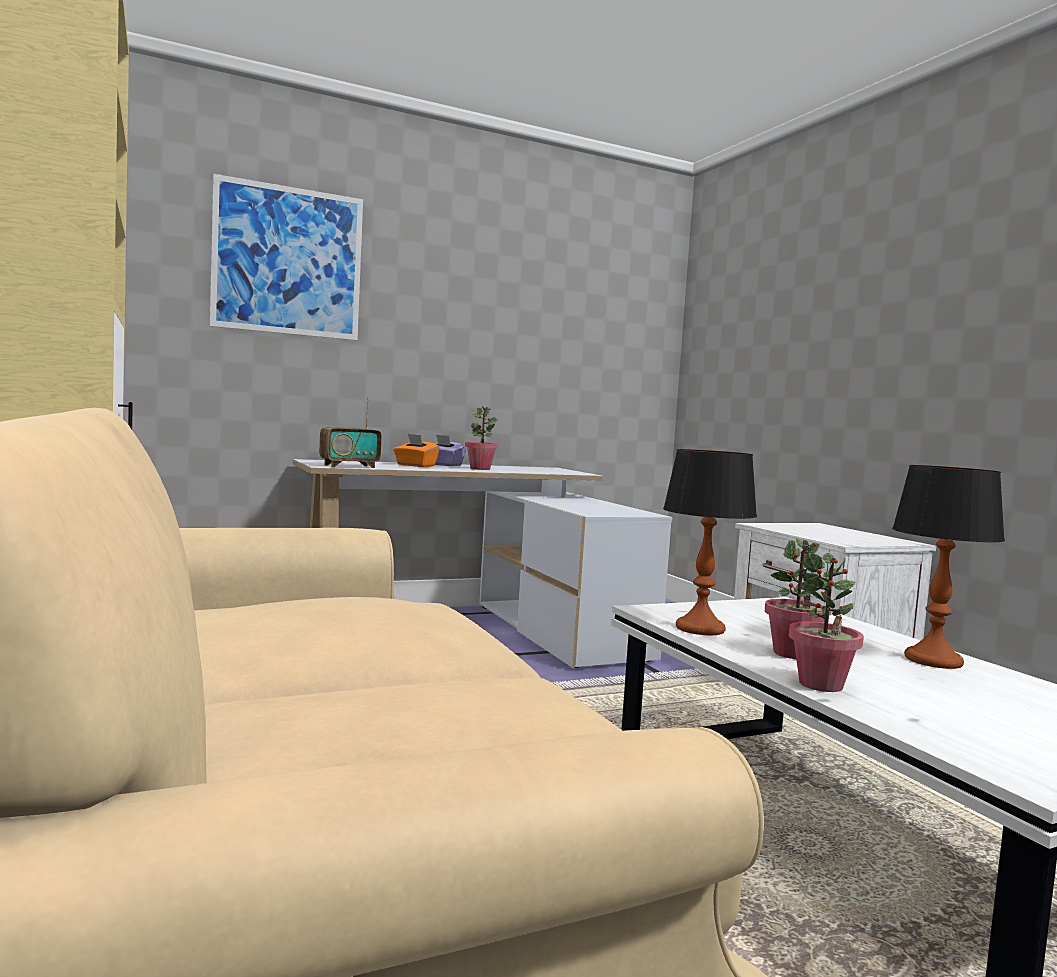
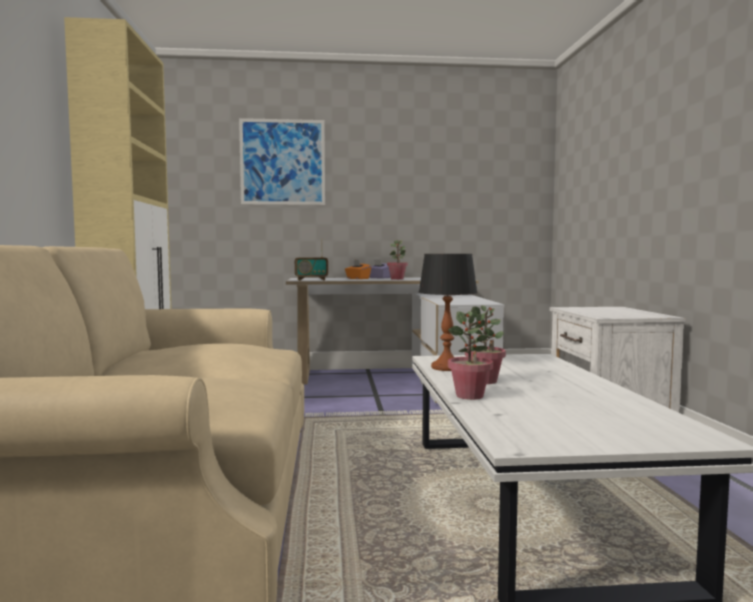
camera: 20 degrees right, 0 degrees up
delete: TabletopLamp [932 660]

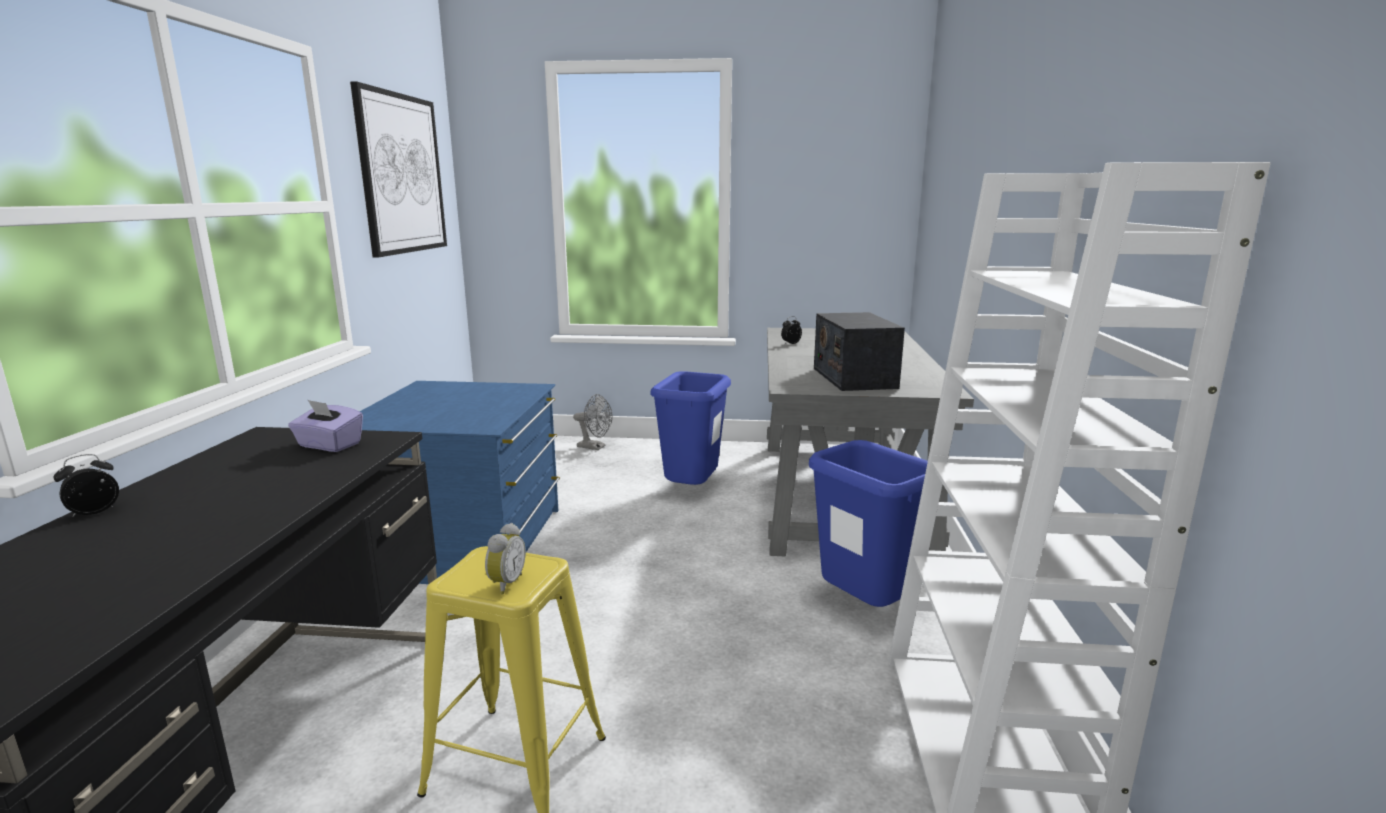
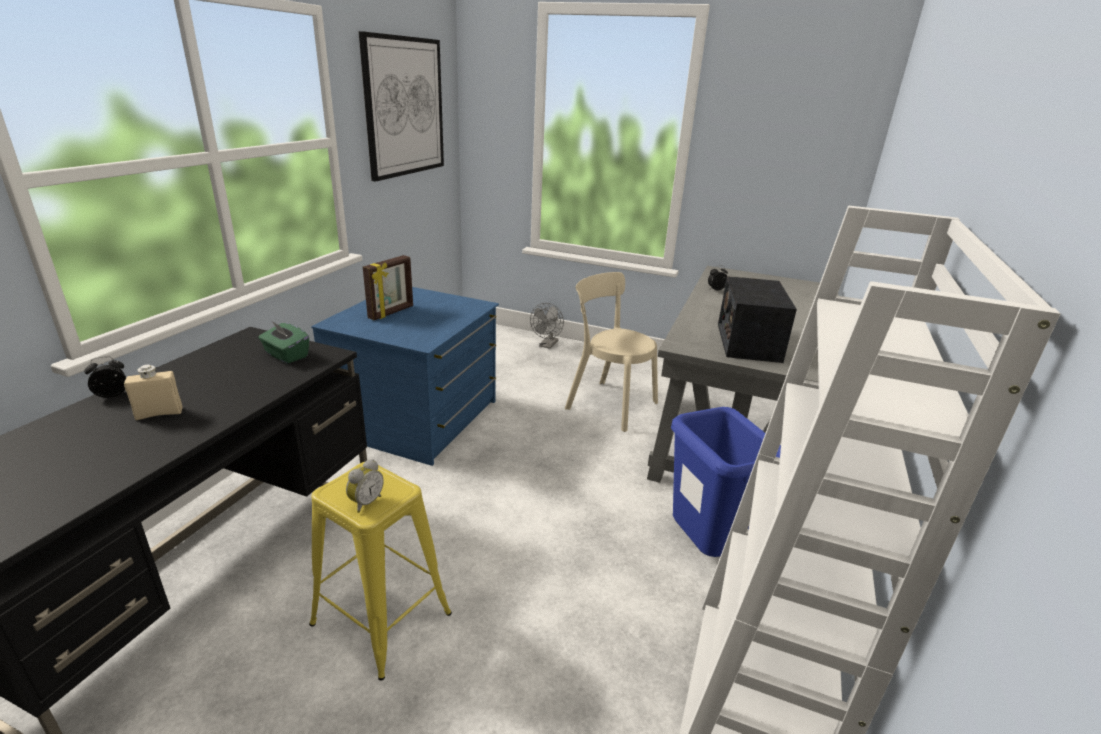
camera: 15 degrees right, 10 degrees up
insert: BeigeBottle [159 414]; StandingFrame [391 312]
replace: BlueColouredRubbishBin [691 492] to BeigeUprightChair [607 404]
recolor: PurpleBoxOfTissues [329 445] to GreenBoxOfTissues [286 355]
rotate: GreyCoolingFan [595 447] = [547 345] 75 degrees clockwise

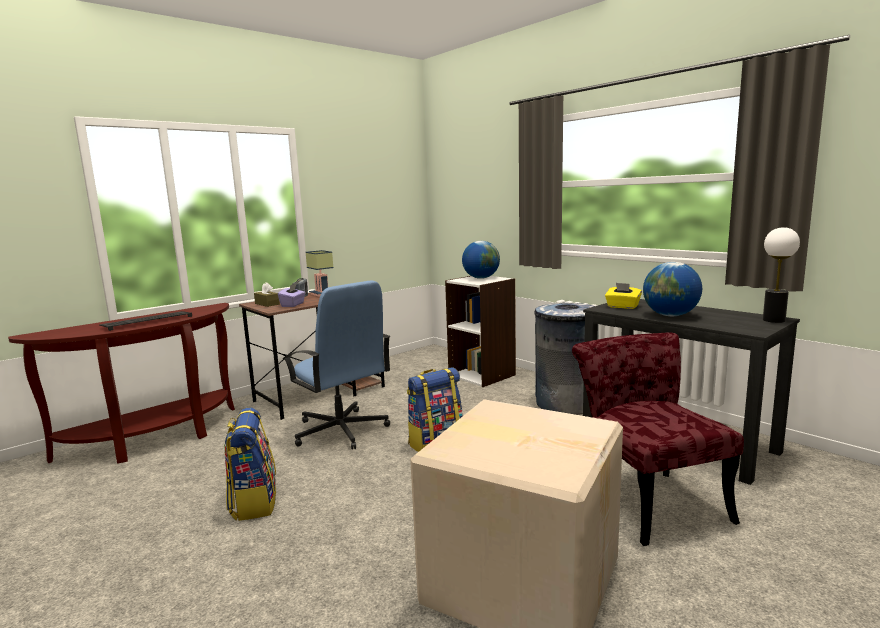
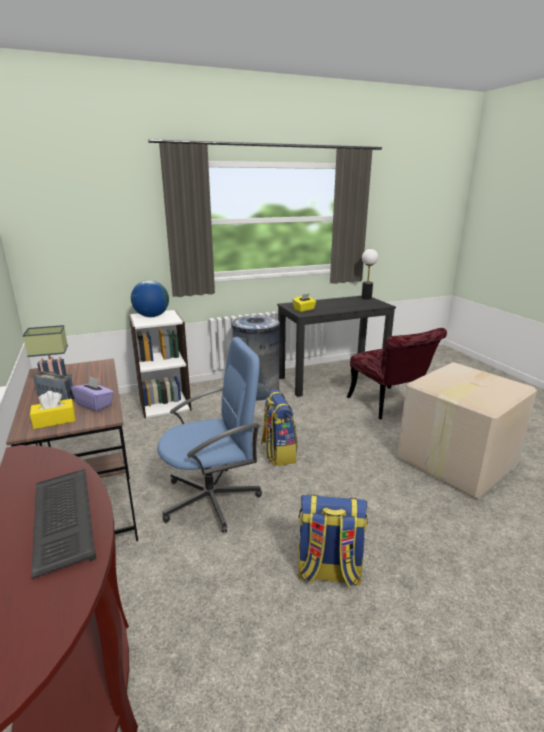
camera: 70 degrees left, 10 degrees up
delete: DeskGlobe [670 315]
recolor: BrownBoxOfTissues [267 304] to YellowishBoxOfTissues [54 420]
rotate: RedColouredUprightChair [648 498] = [389 406] 120 degrees counterclockwise

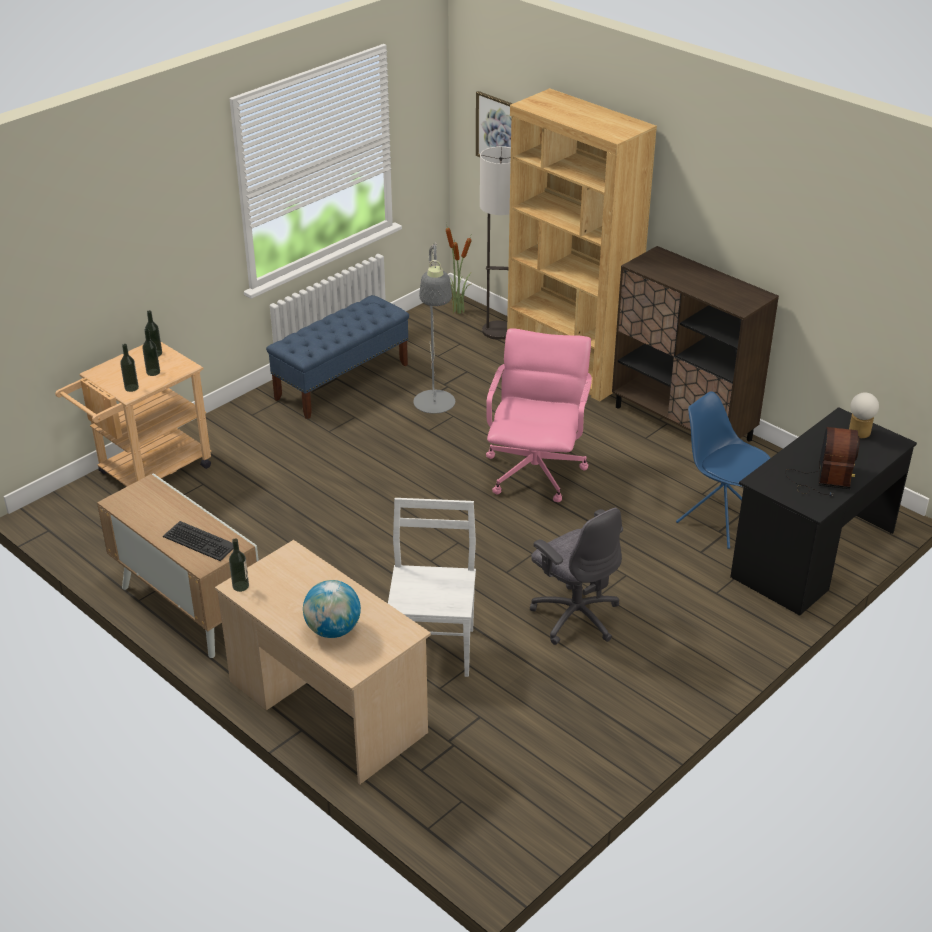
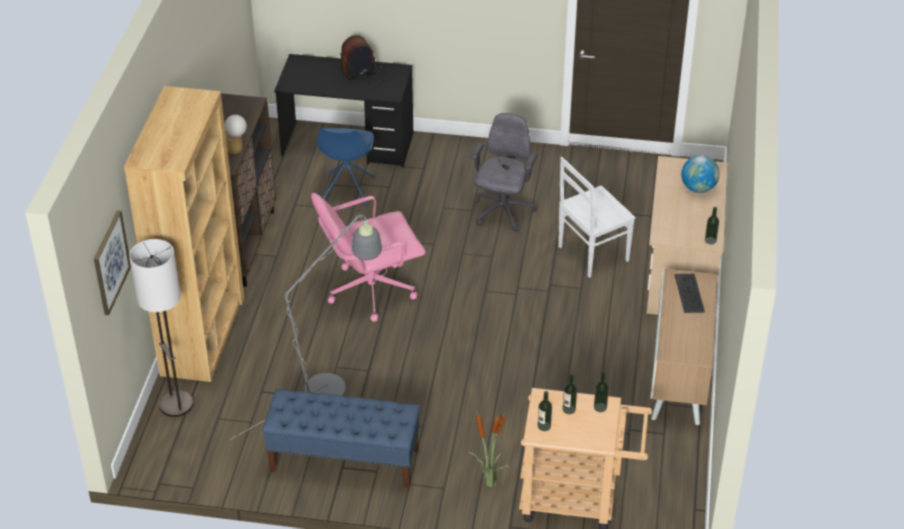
camera: 125 degrees left, 5 degrees up
move: PottedPlant [457 311] to [489 484]; TabletopLamp [858 434] to [237 148]

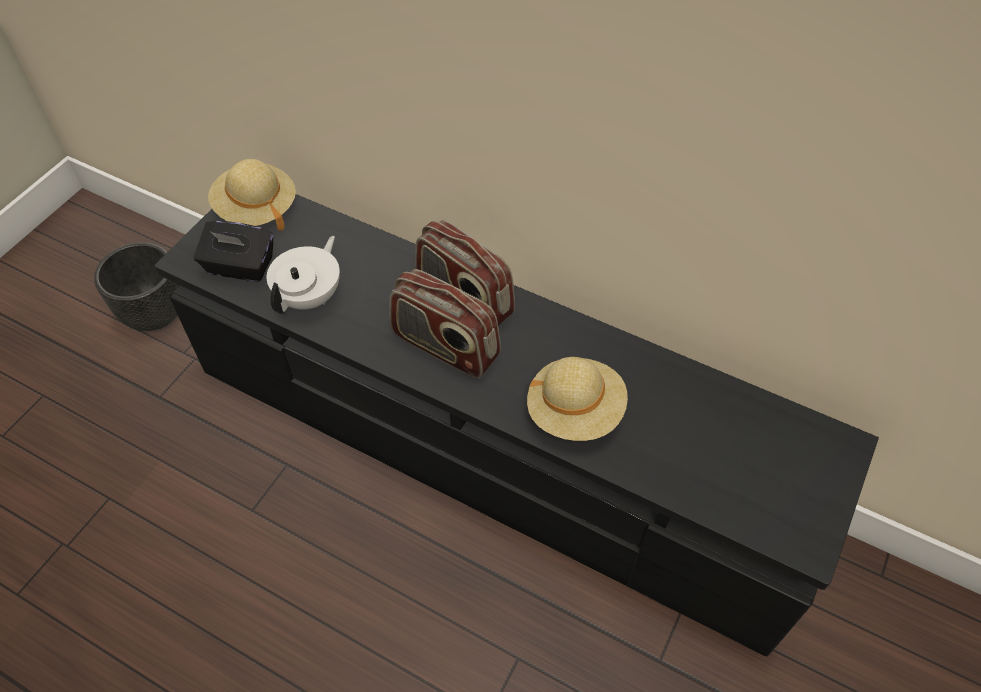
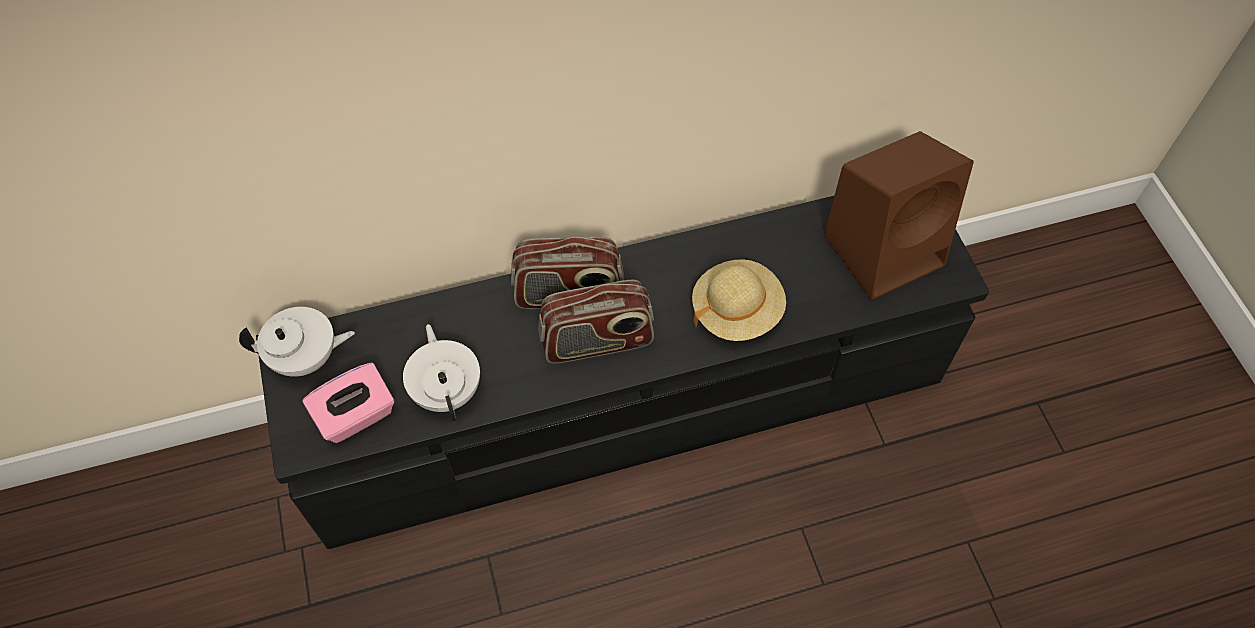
camera: 45 degrees left, 5 degrees up
delete: BlackPlantPot [155 313]
insert: BrownLoudspeaker [885 248]
replace: BeigeHat [256 209] to WhitePotForTea [306 358]
recolor: BlackBoxOfTissues [240 267] to PinkColouredBoxOfTissues [356 416]

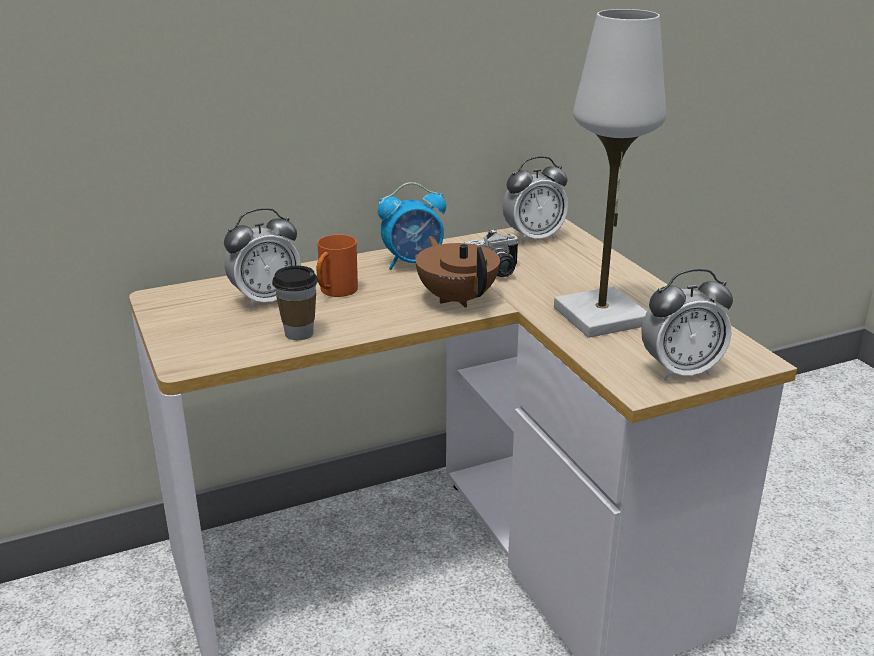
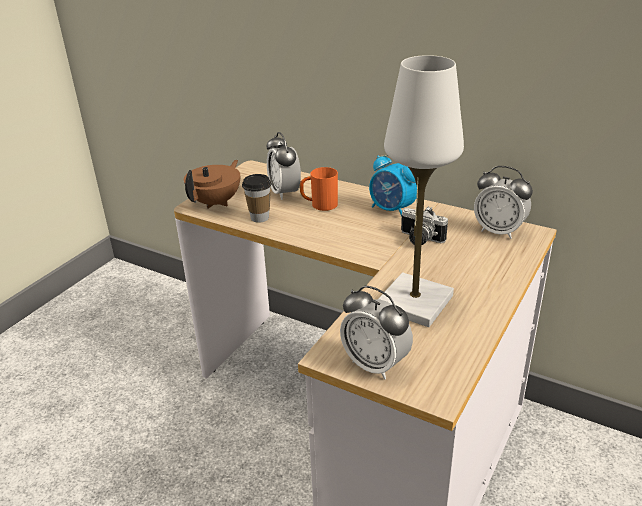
camera: 55 degrees right, 5 degrees up
move: BrownPotForTea [457 298] to [216 202]
rotate: AlarmClock [266 300] = [284 192] 45 degrees clockwise

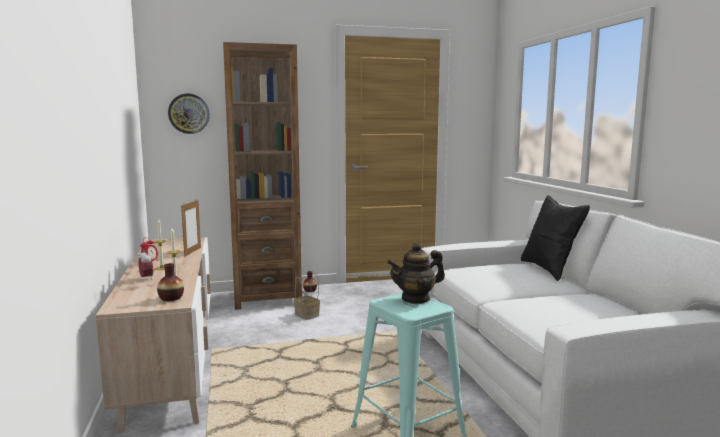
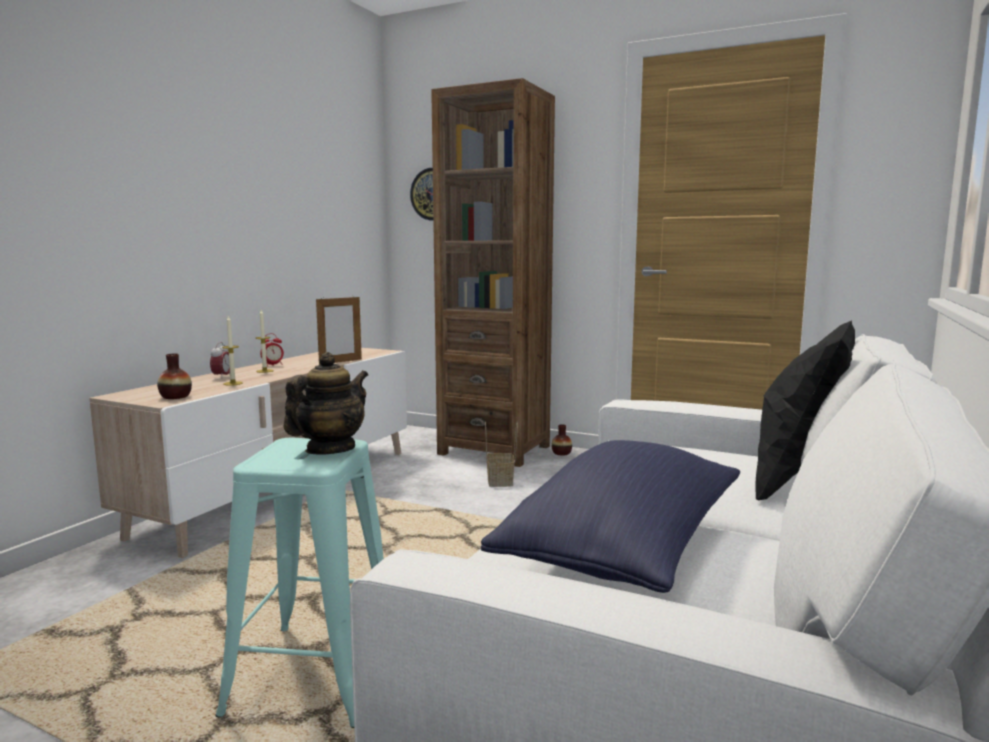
camera: 40 degrees right, 0 degrees up
insert: BlueColouredThrowPillow [626 548]
rotate: PotForTea [416 299] = [330 449] 105 degrees clockwise

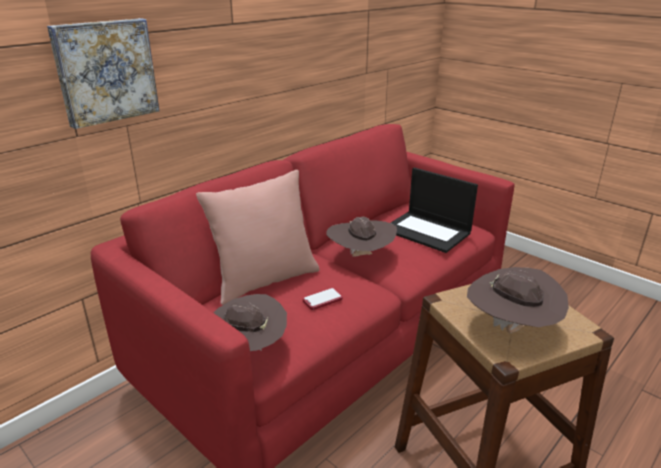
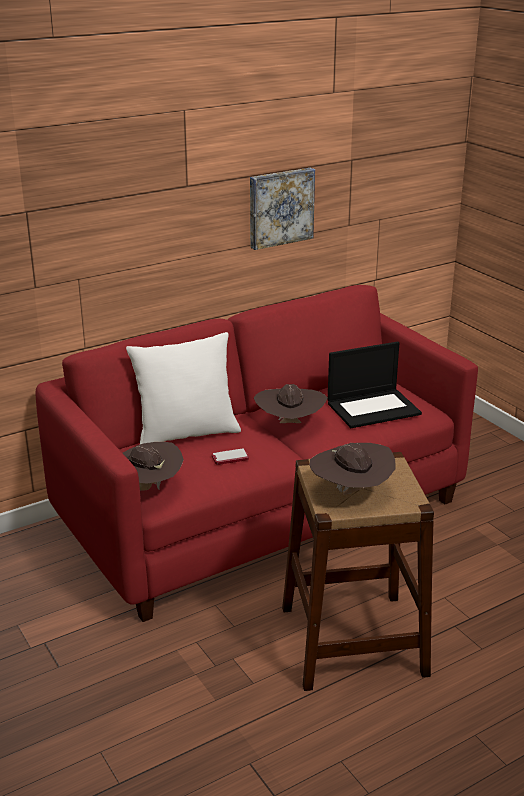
camera: 15 degrees right, 0 degrees up
move: Picture [105 71] to [280 207]
recolor: PinkColouredThrowPillow [265 280] to WhiteThrowPillow [186 434]
rotate: NotebookComputer [428 231] = [374 408] 75 degrees counterclockwise

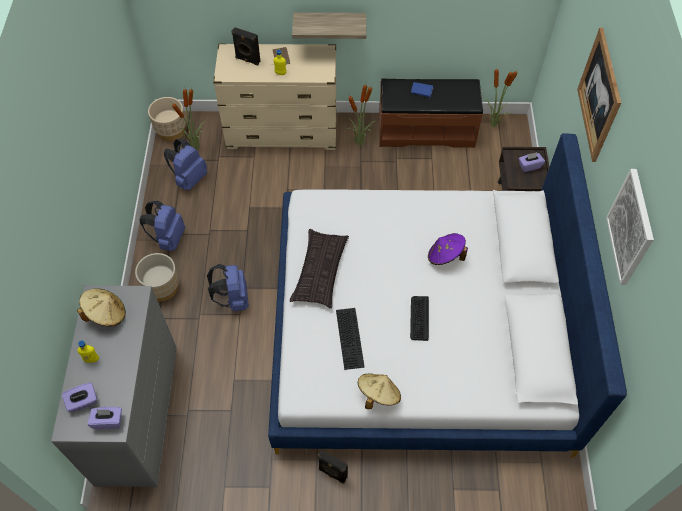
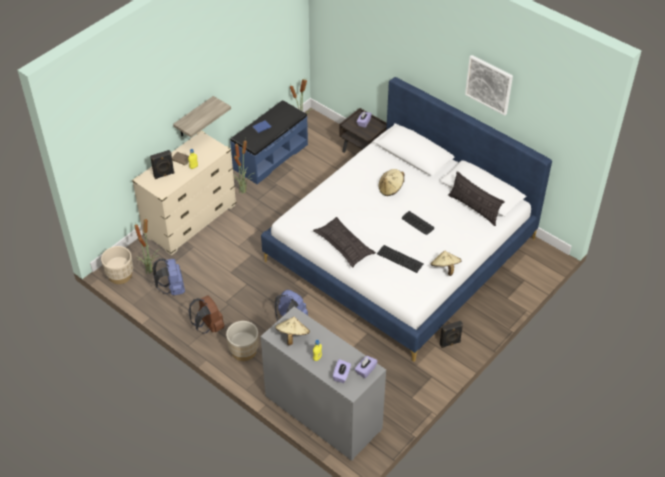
camera: 50 degrees left, 10 degrees down
delete: Picture [599 95]
insert: ThrowPillow [474 208]
recolor: BlueColouredBackpack [168 239] to BrownBackpack [208 326]; BrownBench [426 130] to BlueColouredBench [270 156]; PurpleHat [445 256] to BeigeHat [390 189]

